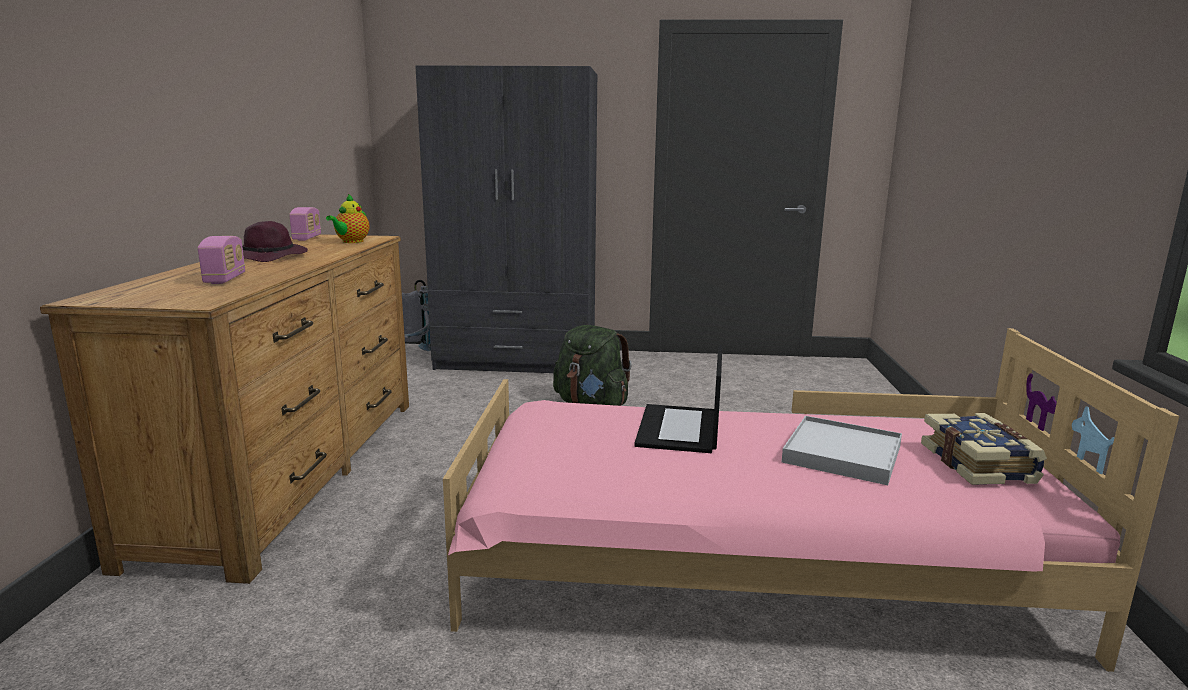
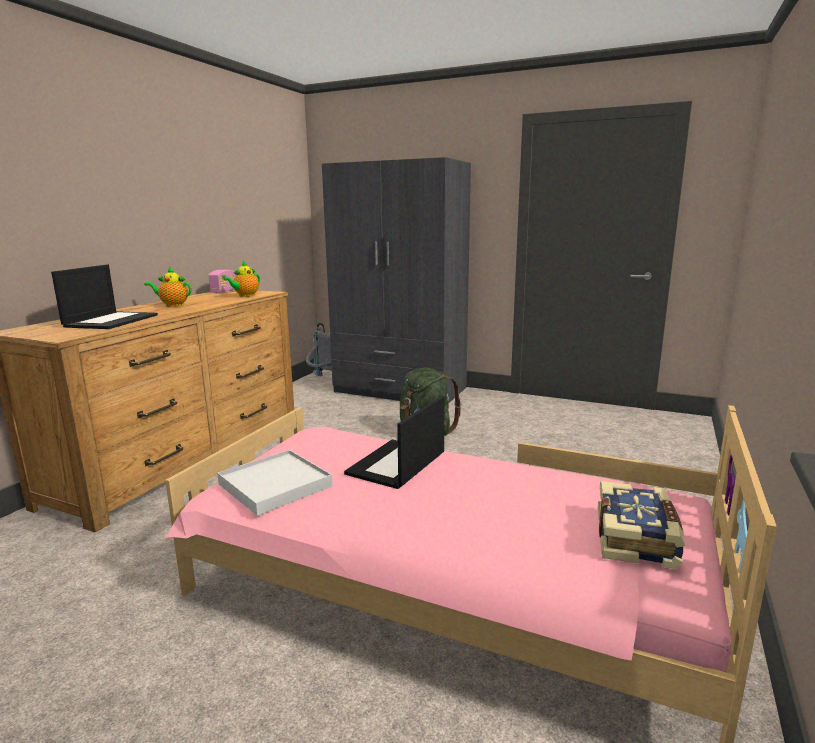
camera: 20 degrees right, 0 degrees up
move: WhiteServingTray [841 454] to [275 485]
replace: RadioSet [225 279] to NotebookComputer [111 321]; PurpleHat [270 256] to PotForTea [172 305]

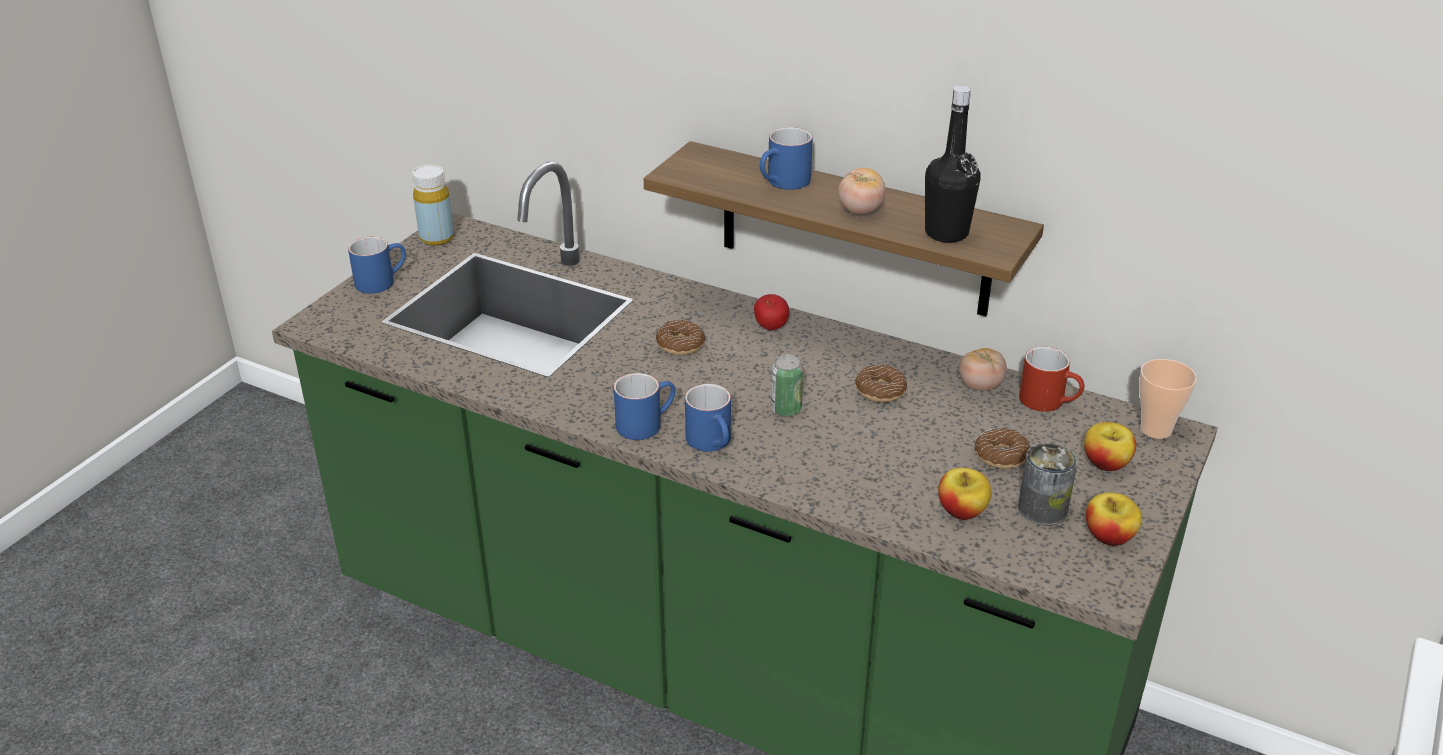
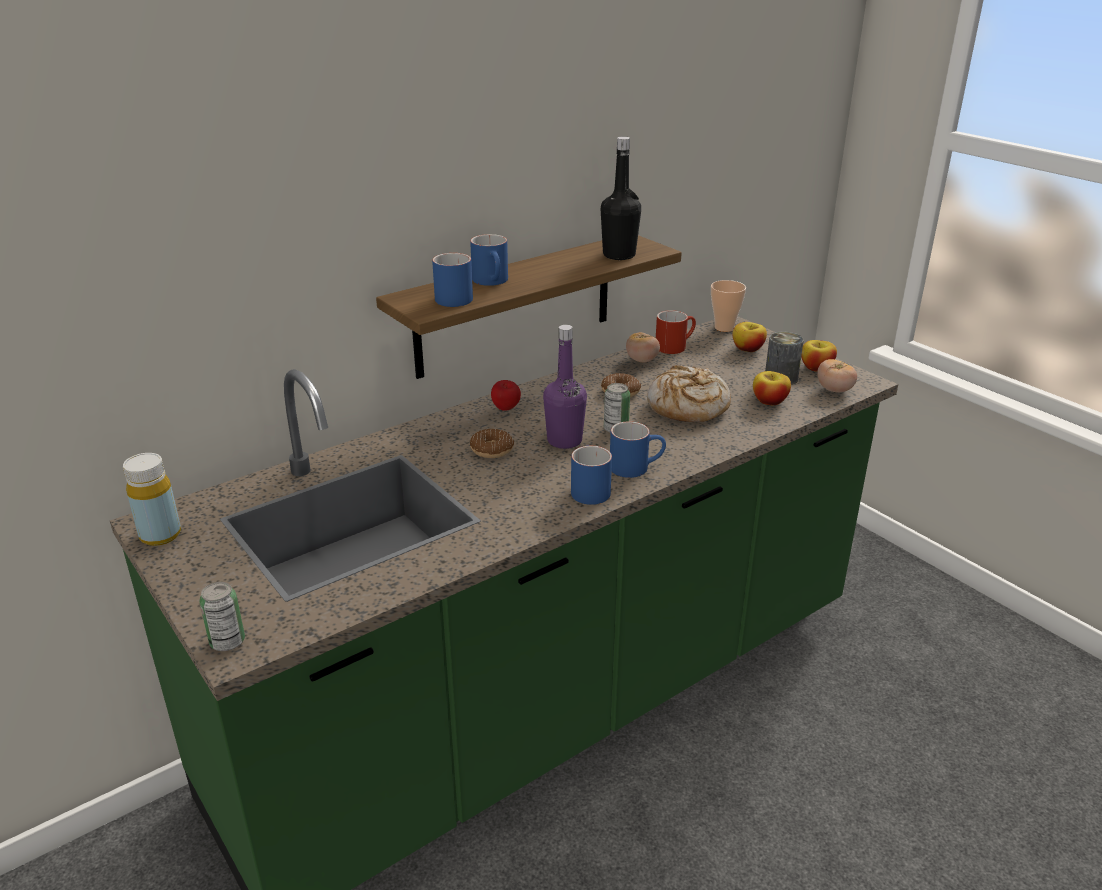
camera: 65 degrees left, 5 degrees down
delete: Donut [1001 456]
insert: MetalCan [227 642]; PurpleBottle [564 440]; BakedBread [687 407]
move: BlueColouredCoffeeMug [381 280] to [452 297]; WholeTomato [860 210] to [834 390]

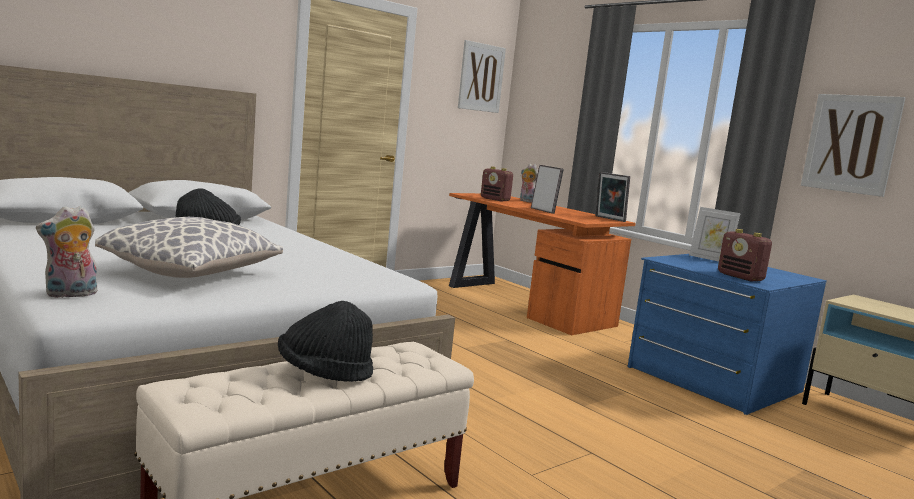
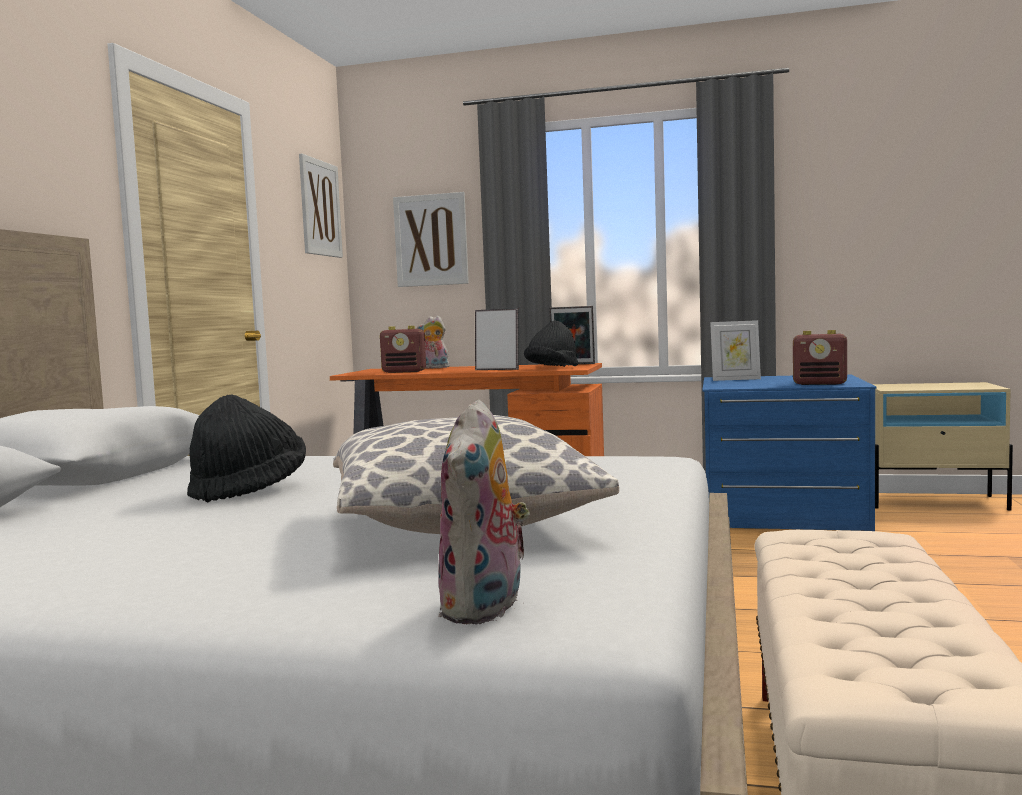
camera: 35 degrees left, 5 degrees down
move: BlackHat [324 374] to [552 368]; Picture [851 144] to [431 240]

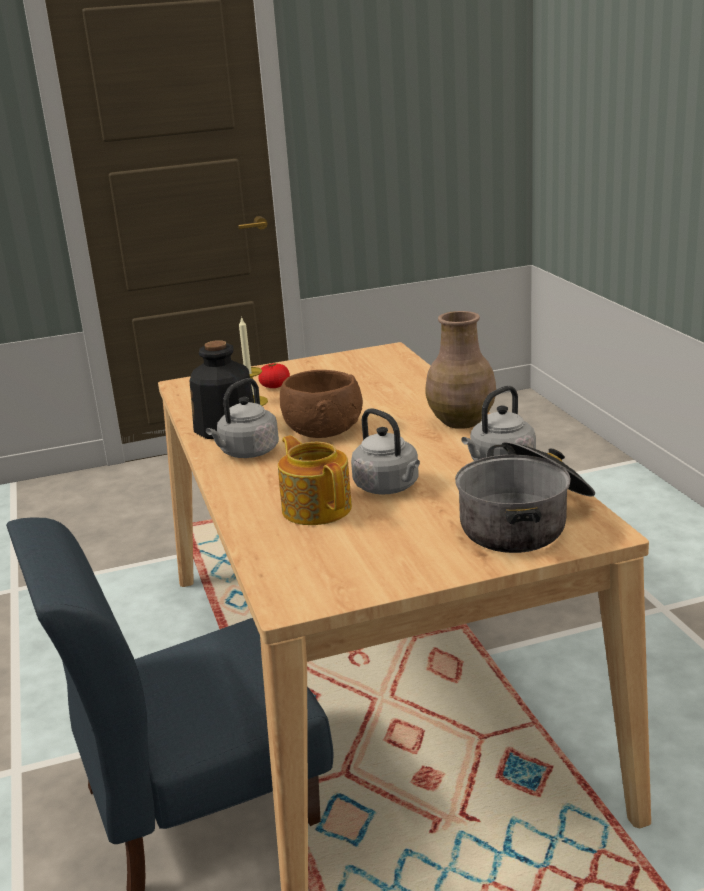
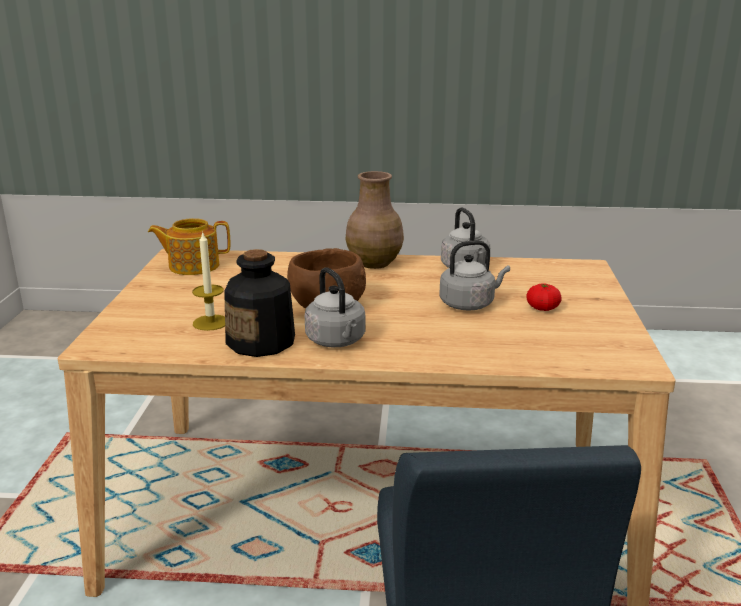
camera: 70 degrees left, 0 degrees up
delete: Saucepot [526 521]
move: WholeTomato [274 386] to [542 308]; PotForTea [317 508] to [193 266]

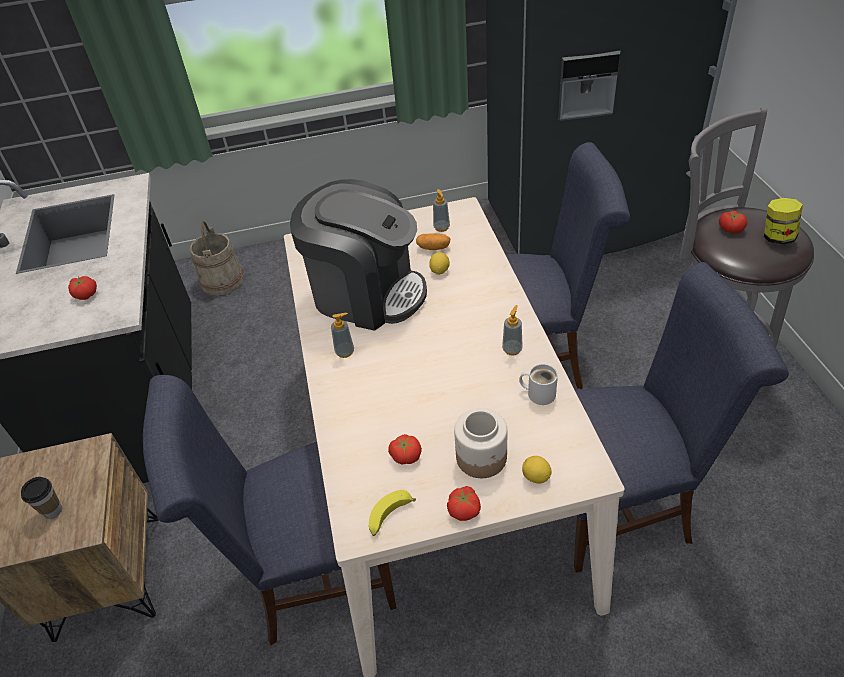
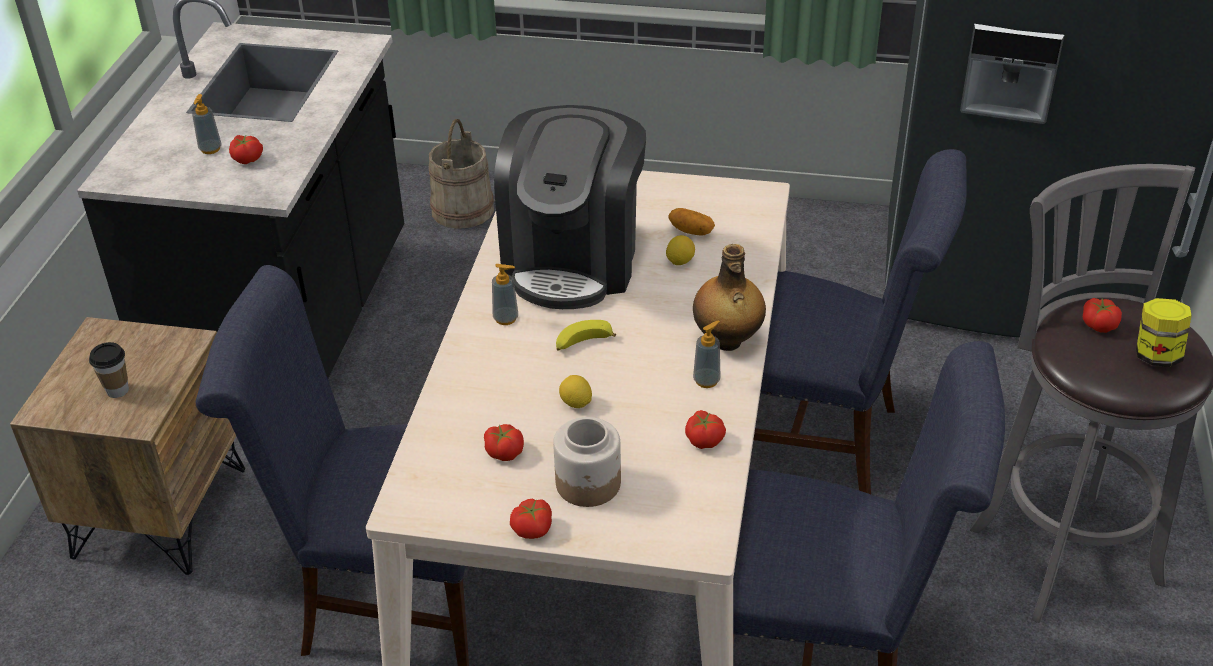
camera: 20 degrees right, 5 degrees down
insert: Bottle [726 341]
move: WholeBanana [389 517] to [582 343]; LiquidSoapBottle [441 227] to [210 149]; CitrusFruit [536 477] to [576 403]
replace: WhiteCoffeeMug [539 393] to WholeTomato [705 439]
rotate: CoffeeMachine [366 293] = [573 259] 60 degrees clockwise

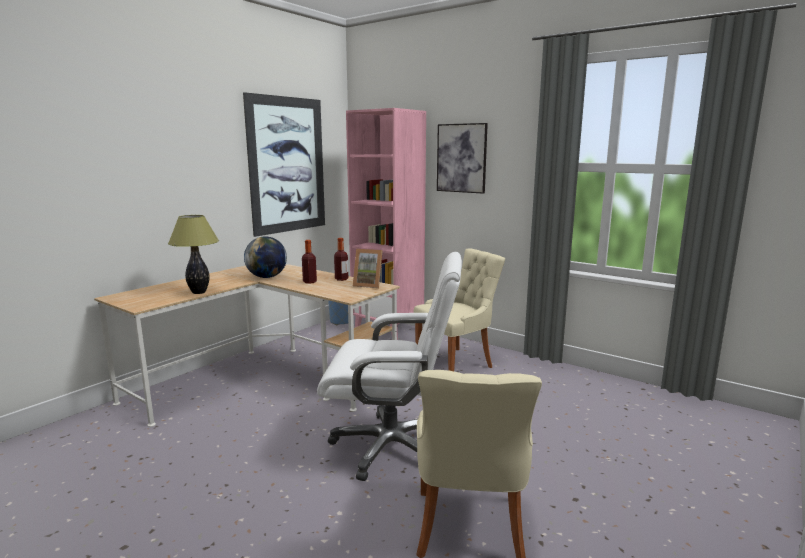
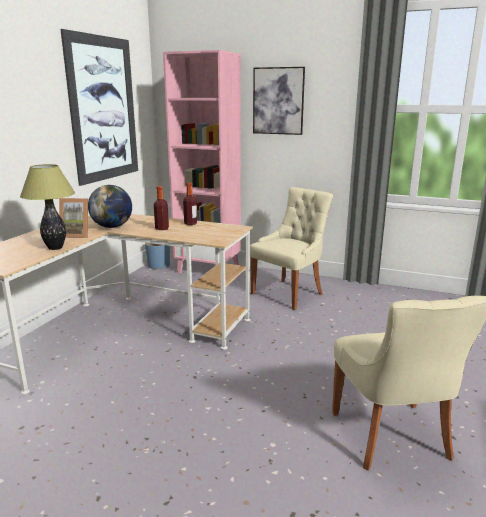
camera: 15 degrees left, 5 degrees up
delete: WhiteOfficeChair [391 446]
move: StandingFrame [368 285] to [77 235]

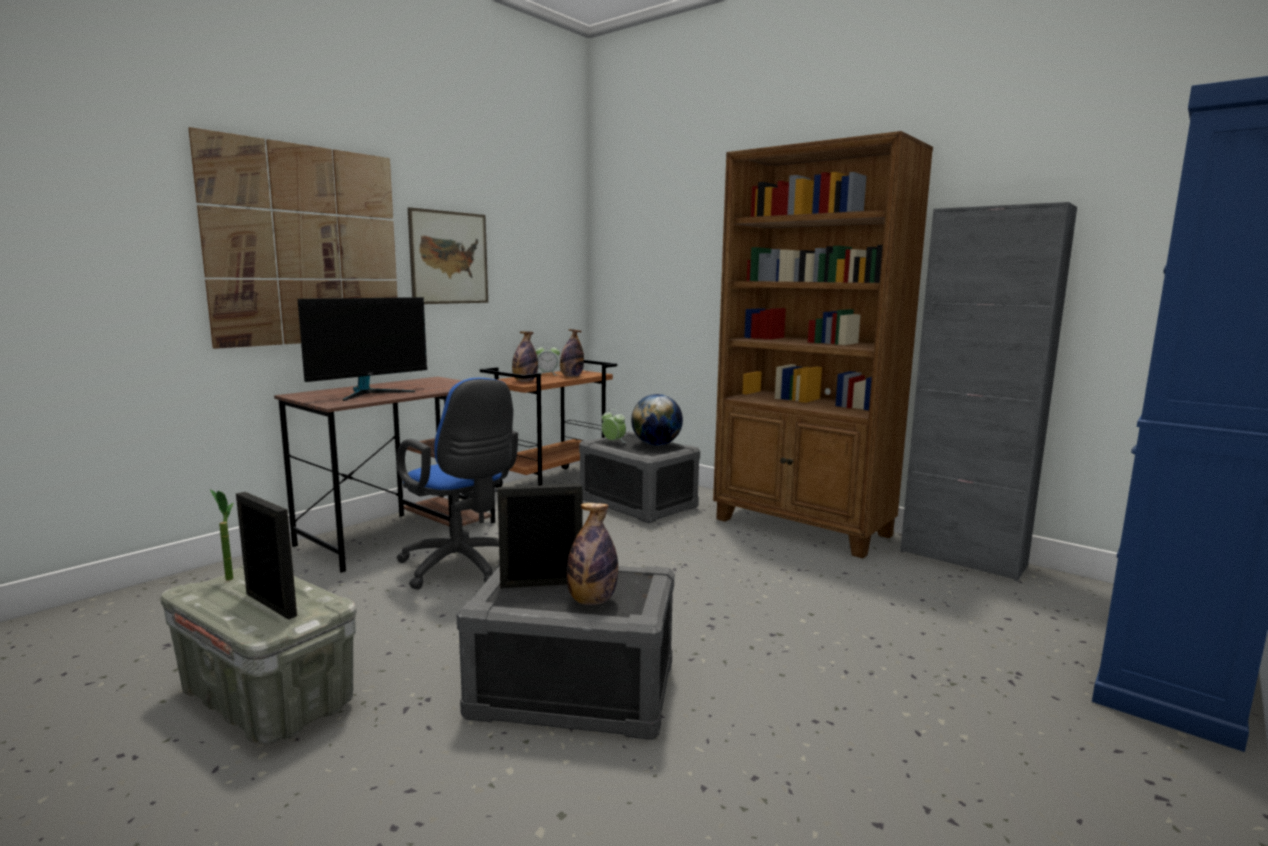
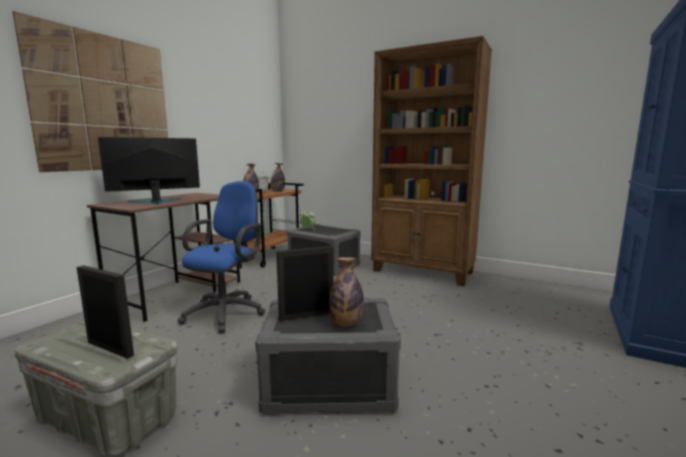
camera: 10 degrees left, 0 degrees up
delete: PottedPlant [228 576]; Picture [449 258]; DeskGlobe [656 445]; GreyStorageCabinet [962 558]
rotate: ComputerDisplay [369 393] = [156 201] 150 degrees counterclockwise; BlueColouredOfficeChair [462 569] = [227 312] 105 degrees counterclockwise

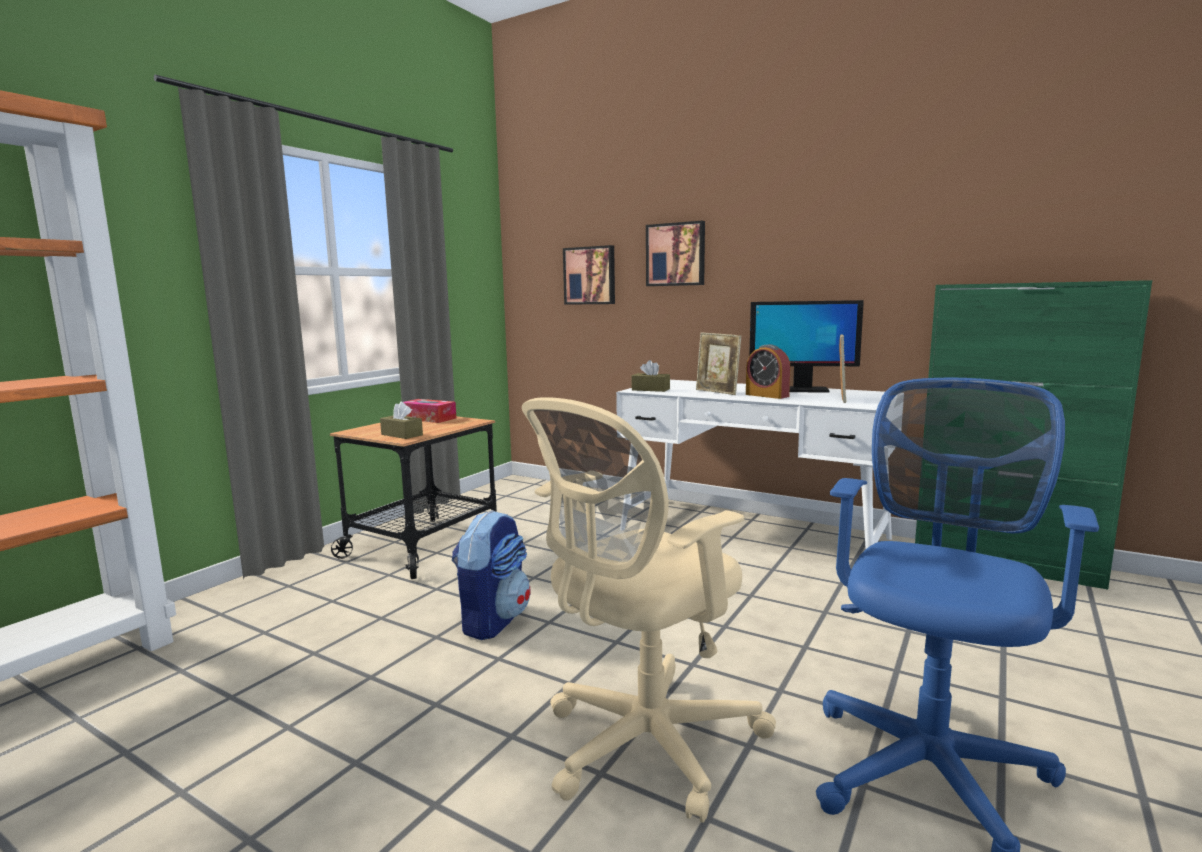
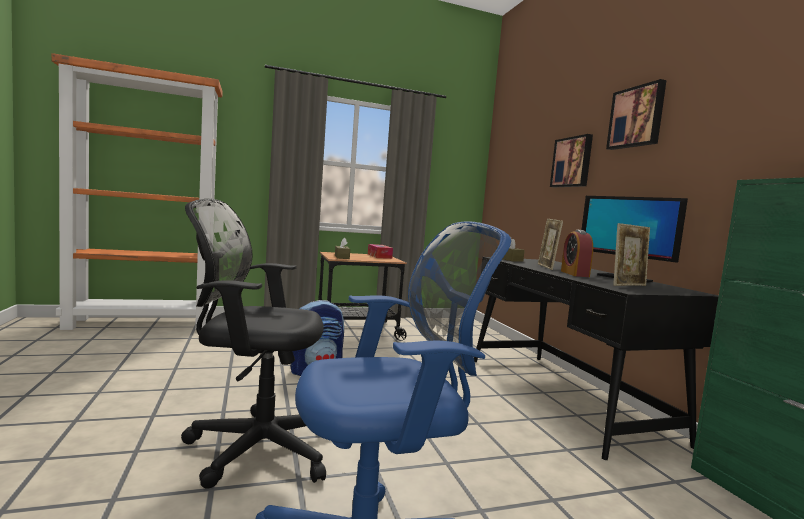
camera: 40 degrees right, 5 degrees down
move: Picture [590 275] to [637 117]
recolor: BeigeOfficeChair [643 746] to BlackOfficeChair [255 447]; WhiteDeskTable [752 534] to BlackDeskTable [563 396]

